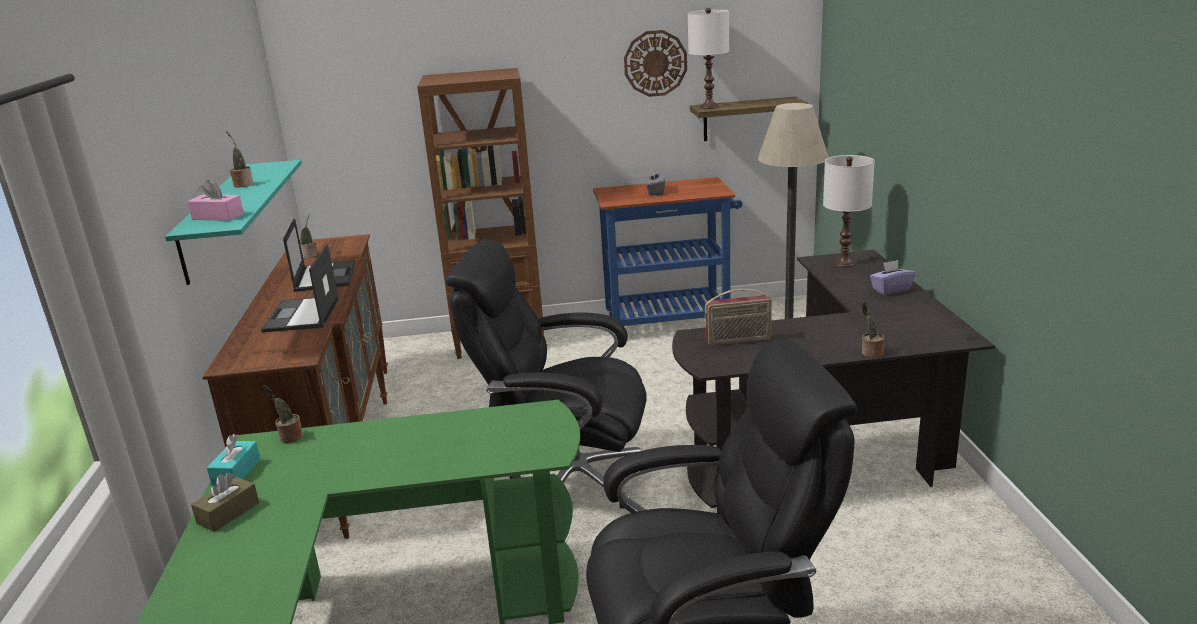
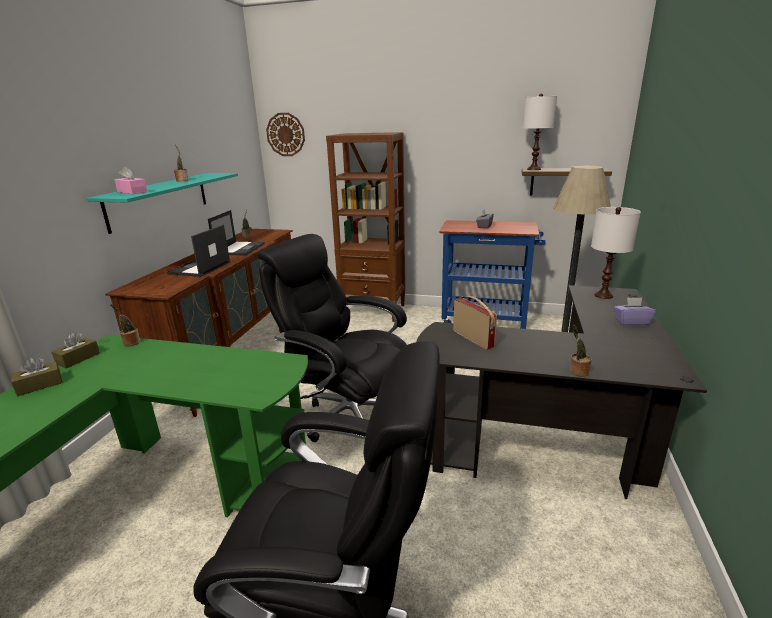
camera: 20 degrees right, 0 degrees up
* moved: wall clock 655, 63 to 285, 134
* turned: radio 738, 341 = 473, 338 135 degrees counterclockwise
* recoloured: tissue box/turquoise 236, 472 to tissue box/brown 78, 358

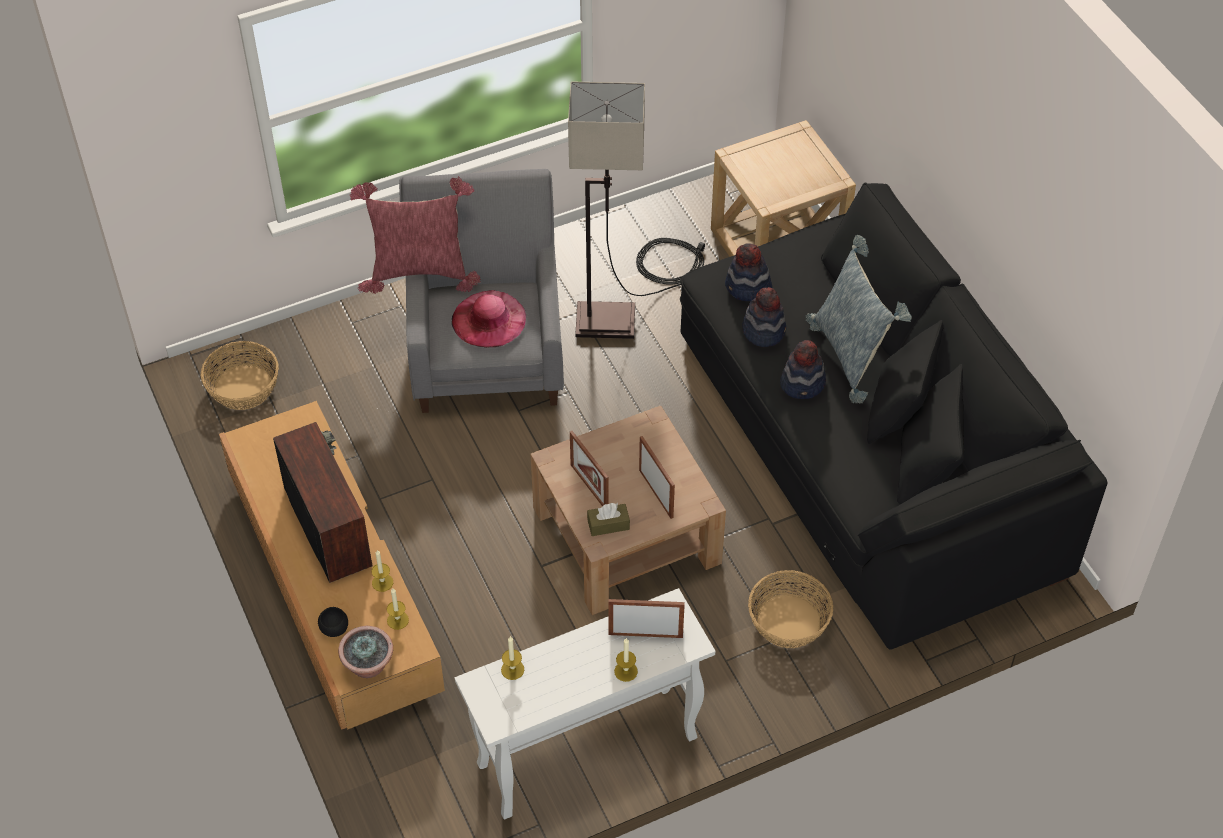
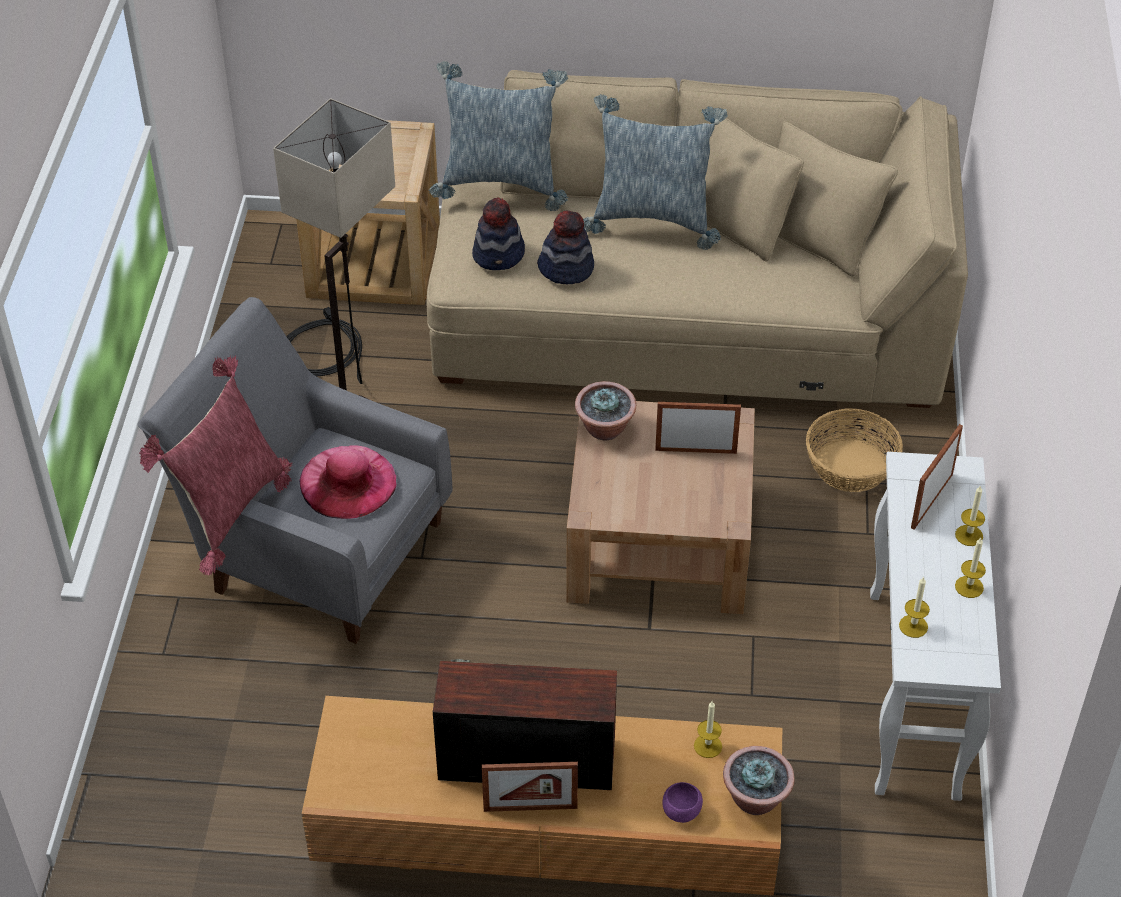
camera: 60 degrees left, 5 degrees down
* recoloured: sofa/black 866, 452 to sofa/beige 686, 319
* removed: hat 803, 383
* removed: basket 243, 387
* moved: picture frame 589, 487 to 530, 808
* removed: tissue box/brown 608, 524
* moved: candle 382, 582 to 969, 587
* recoloured: bowl/black 334, 628 to bowl/purple 681, 811
* added: pillow 501, 190
* added: potted plant 605, 429

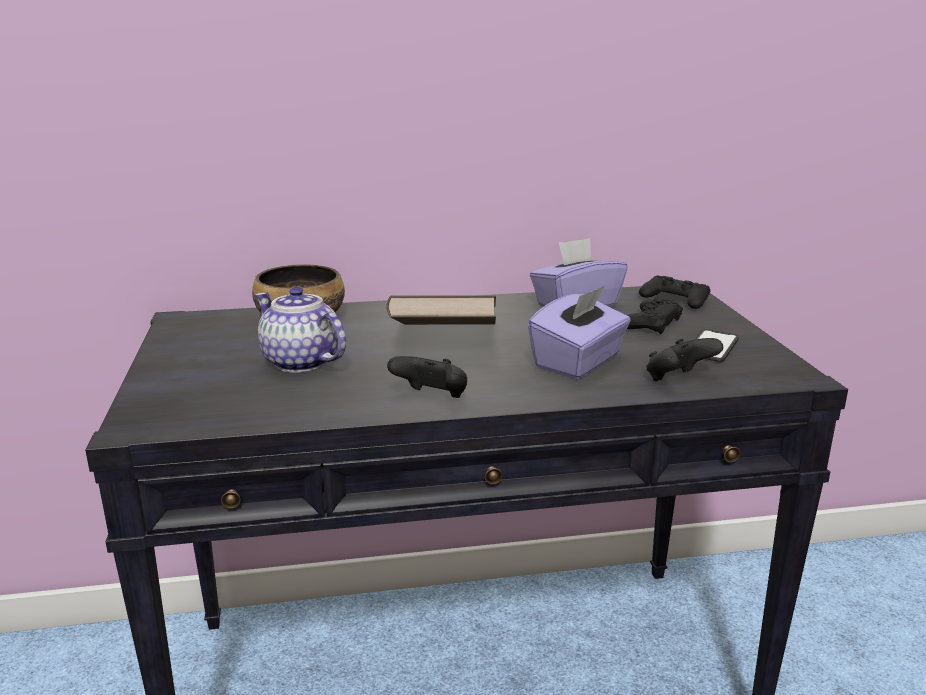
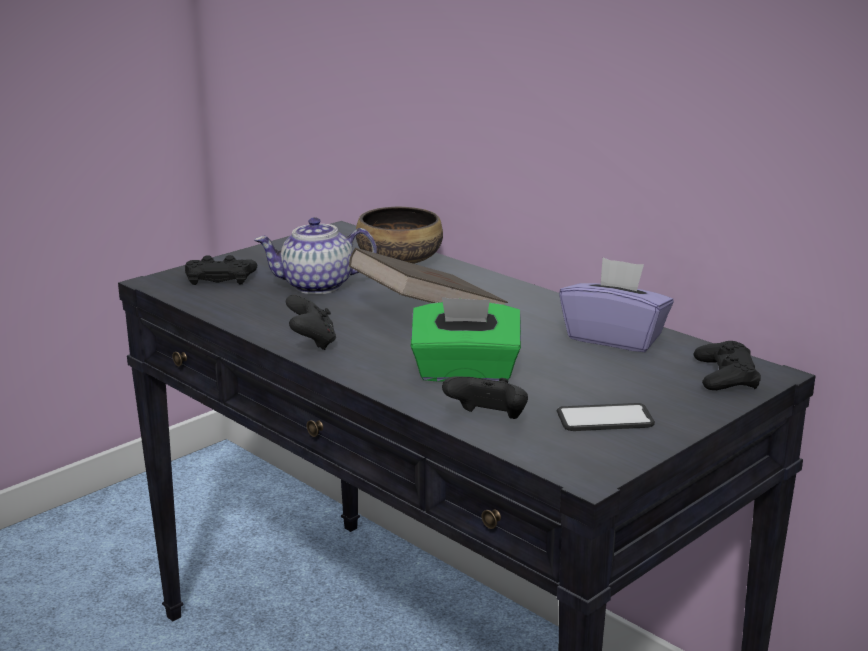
camera: 55 degrees right, 0 degrees up
* turned: teapot 300, 362 = 317, 286 105 degrees counterclockwise
* recoloured: tissue box/purple 578, 362 to tissue box/green 465, 372
* moved: game controller/black 650, 323 to 220, 277

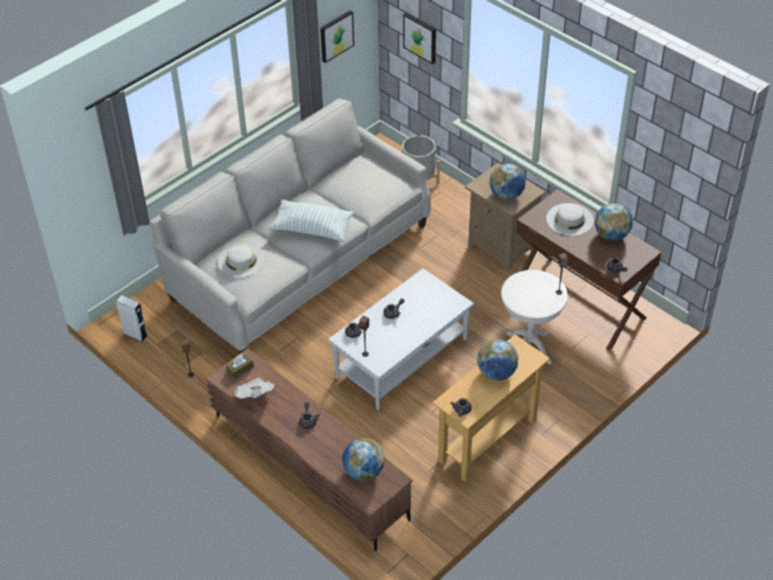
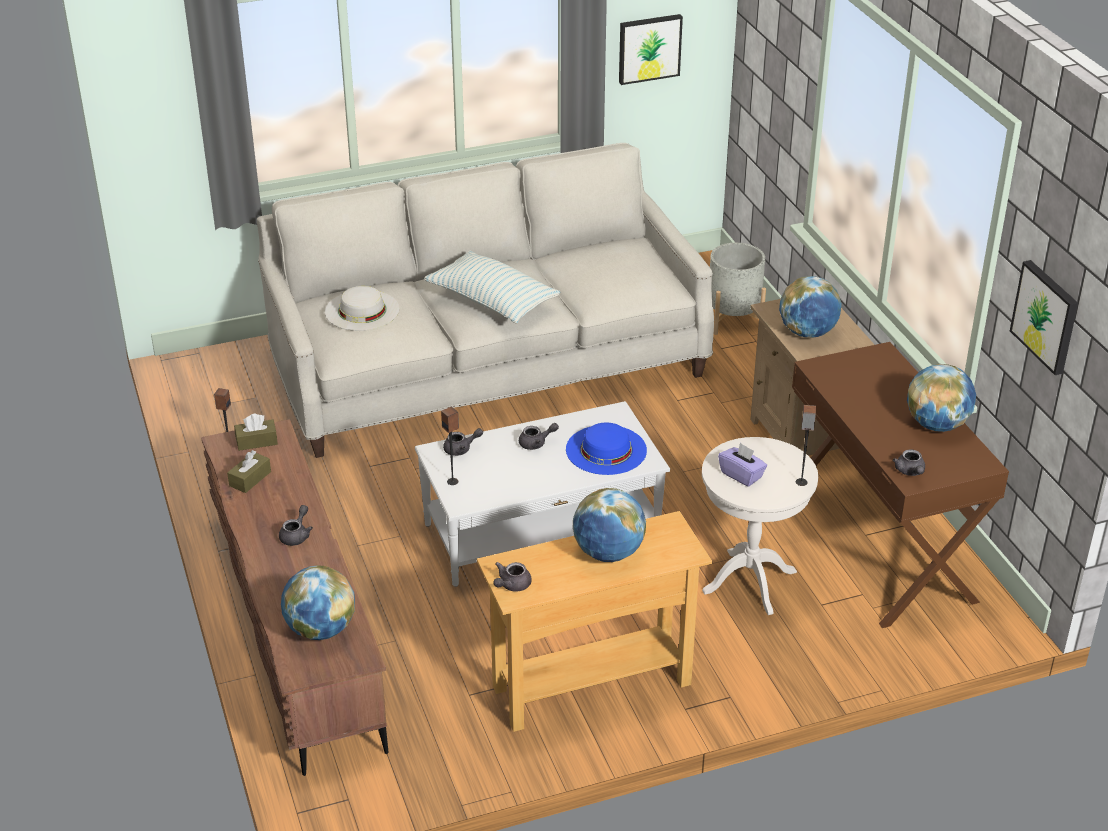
camera: 25 degrees right, 10 degrees down
* moved: picture 420, 37 to 1046, 316
* removed: hat/white 569, 219
* removed: speaker/white 135, 335
* replaced: newspaper 255, 395 to tissue box/brown 250, 479
* added: hat/blue 606, 450
* added: tissue box/purple 741, 475

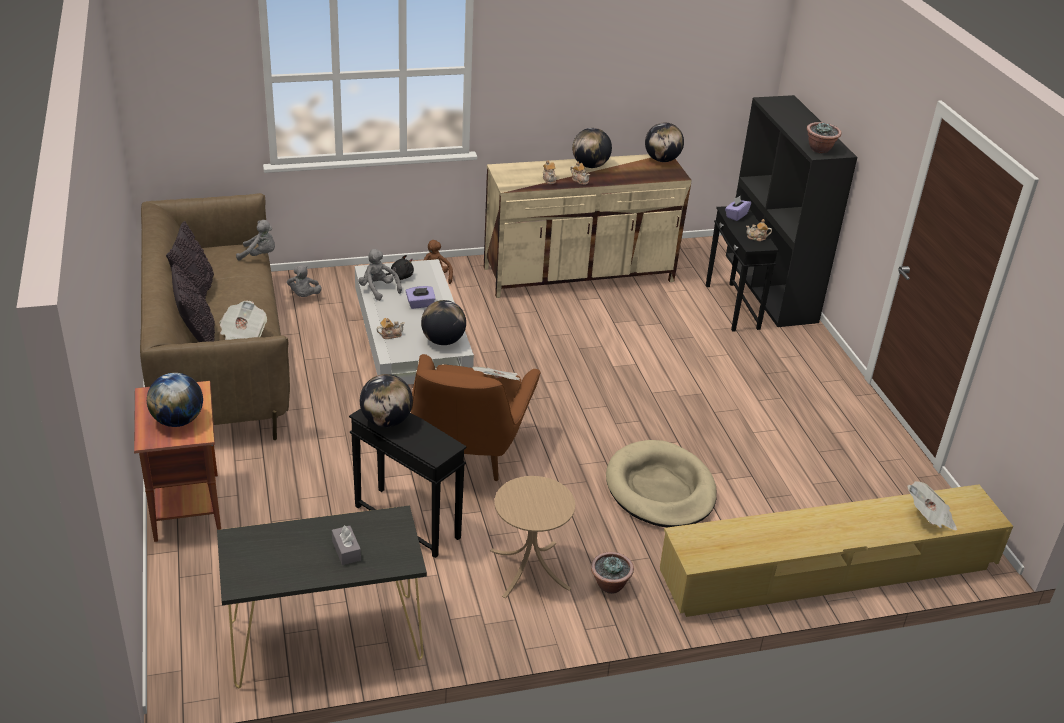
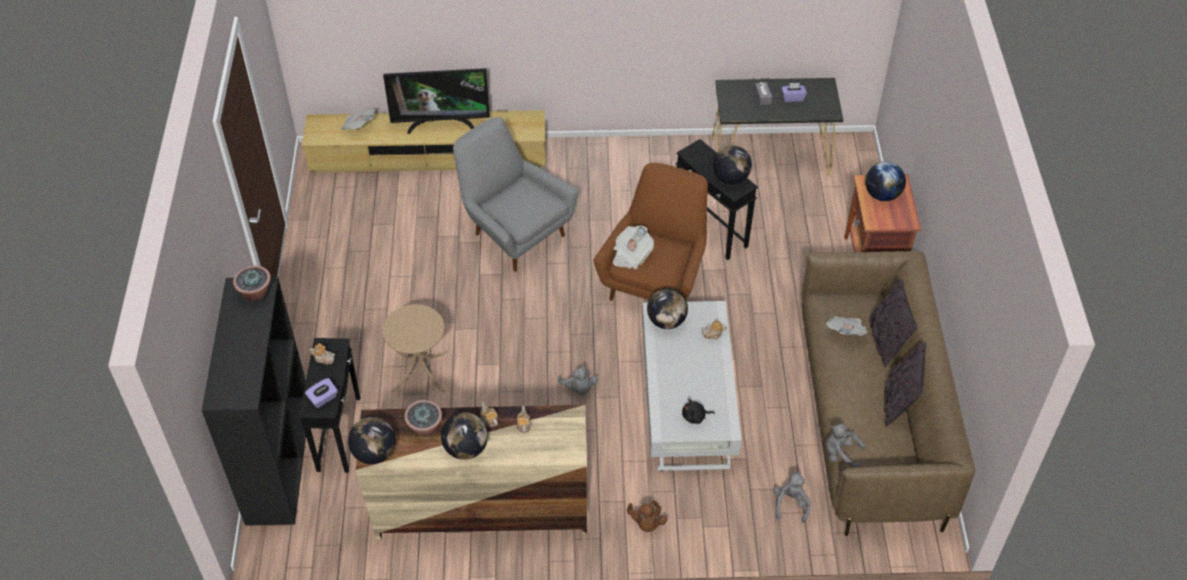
camera: 165 degrees left, 15 degrees up
* moved: plush toy/grey 378, 289 to 579, 388
* moved: tissue box/purple 420, 304 to 792, 98
* replaced: dog bed/beige 660, 489 to armchair/grey 514, 233
* moved: side table/beige 529, 569 to 420, 370
* moved: potted plant 609, 585 to 425, 427
* added: television 441, 123

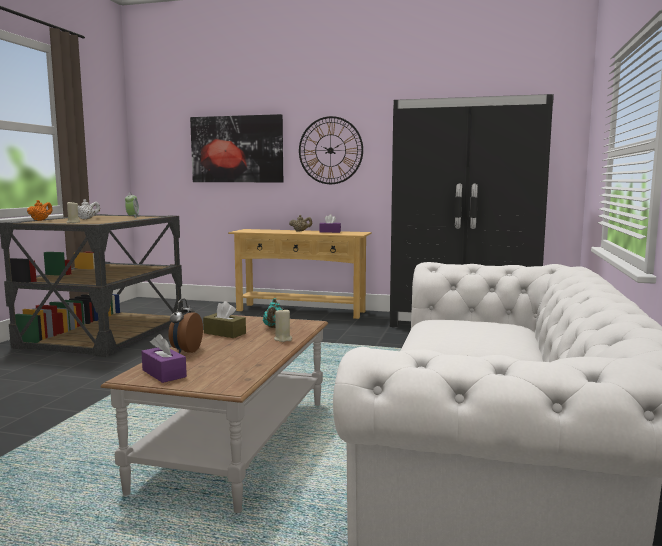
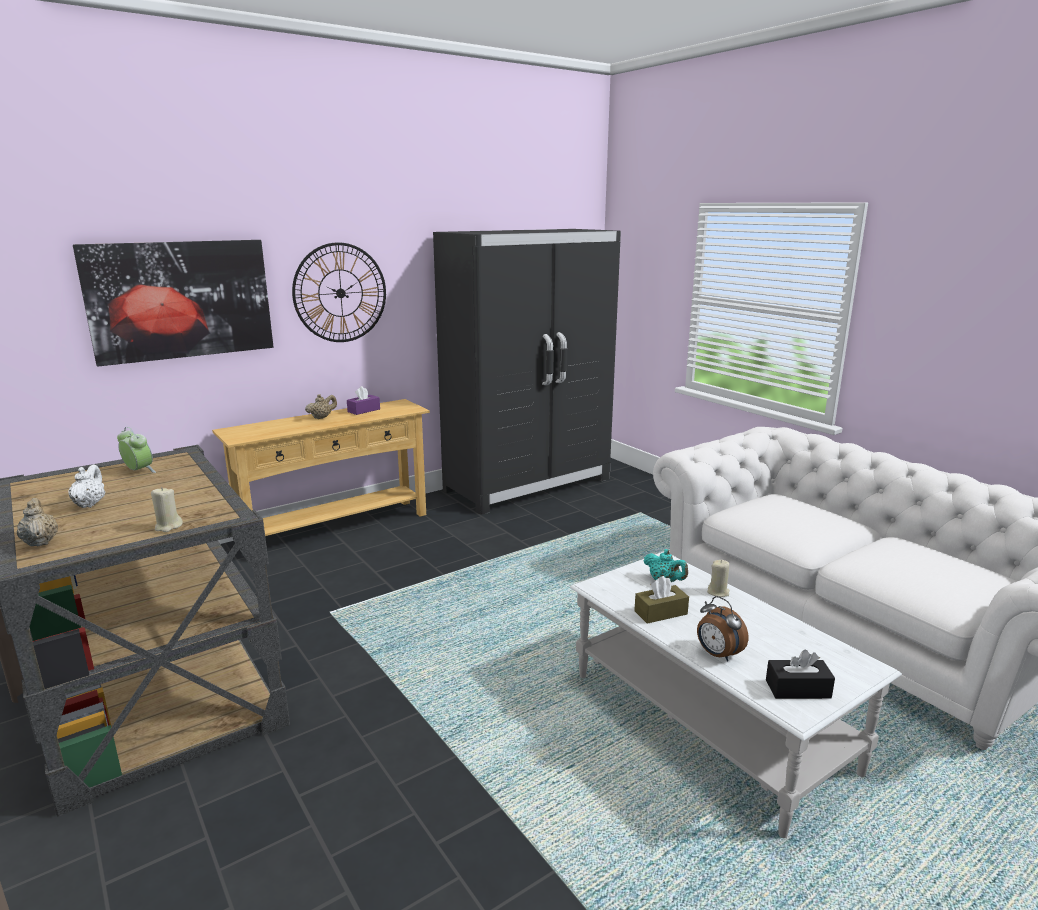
camera: 50 degrees left, 10 degrees up
* recoloured: teapot/orange 40, 220 to teapot/beige 41, 542
* recoloured: coffee table/brown 237, 442 to coffee table/white 709, 721
* recoloured: tissue box/purple 164, 373 to tissue box/black 798, 689

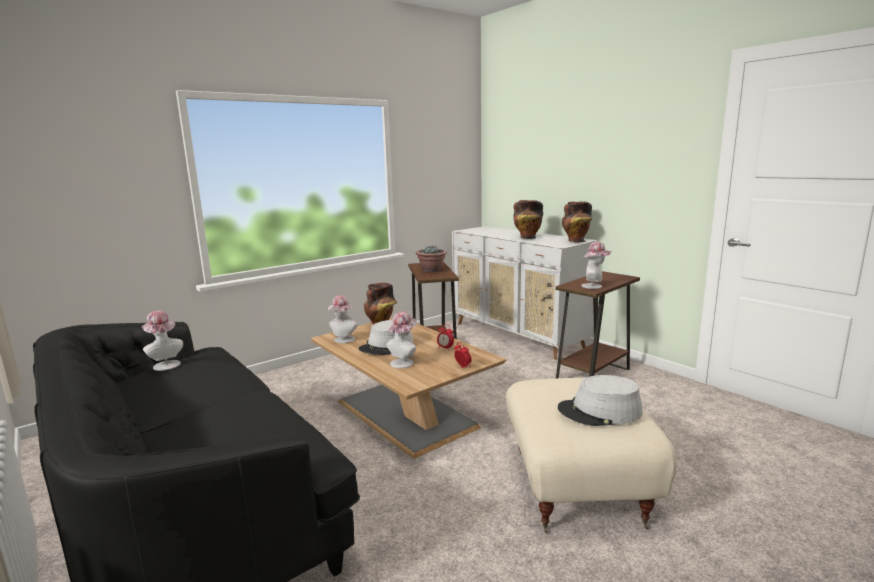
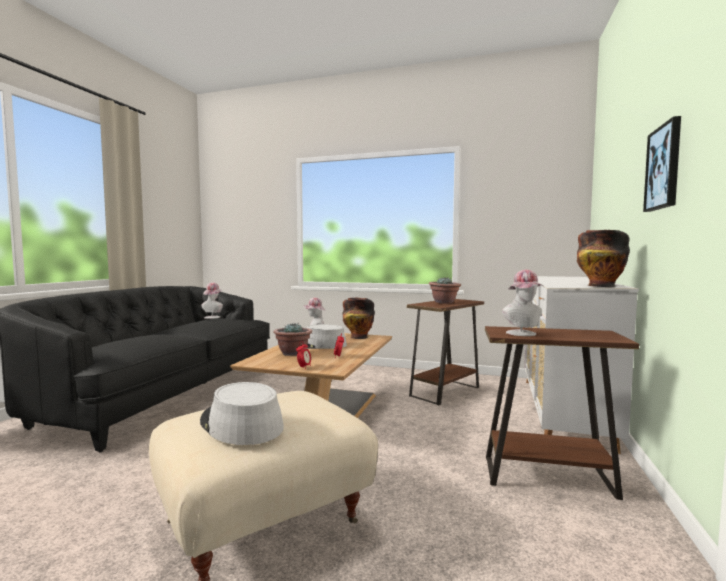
camera: 55 degrees right, 10 degrees down
* removed: vase 527, 237
* replaced: hat 403, 362 to potted plant 293, 353
* added: picture 664, 167

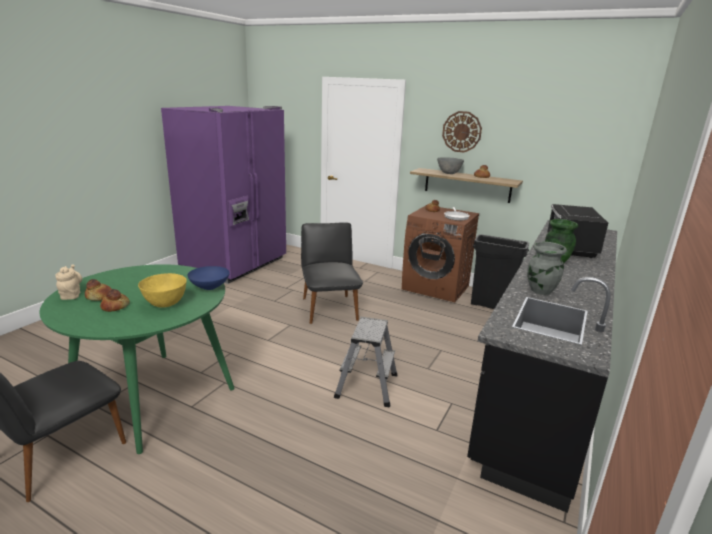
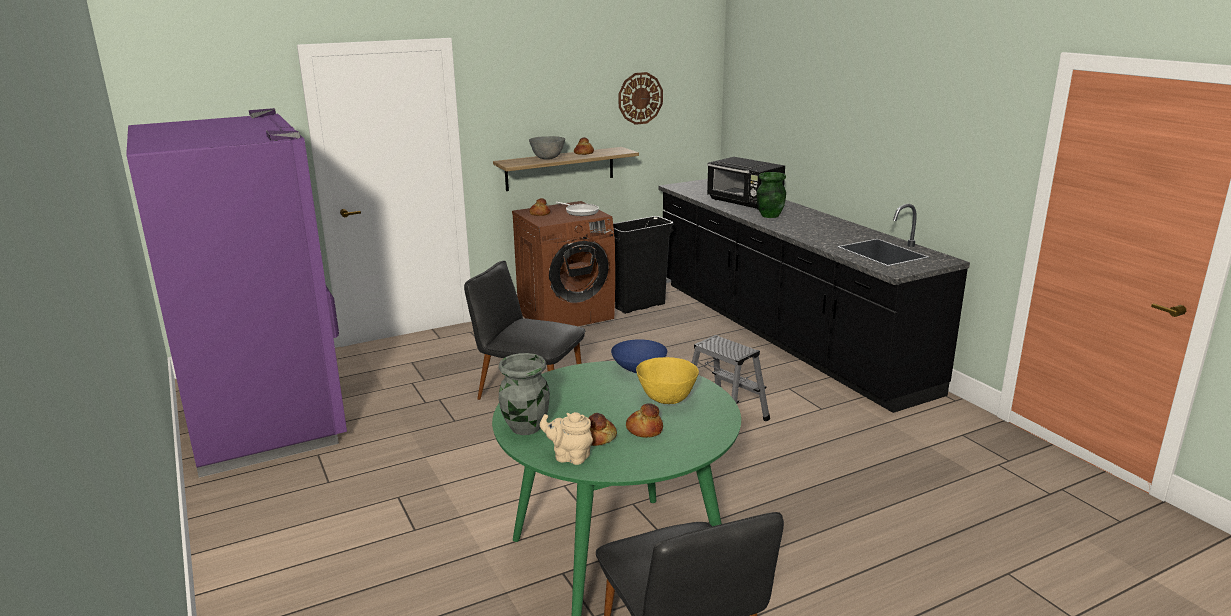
camera: 55 degrees left, 0 degrees up
* moved: wall clock 461, 131 to 640, 98
* moved: vase/grey 540, 291 to 525, 428

